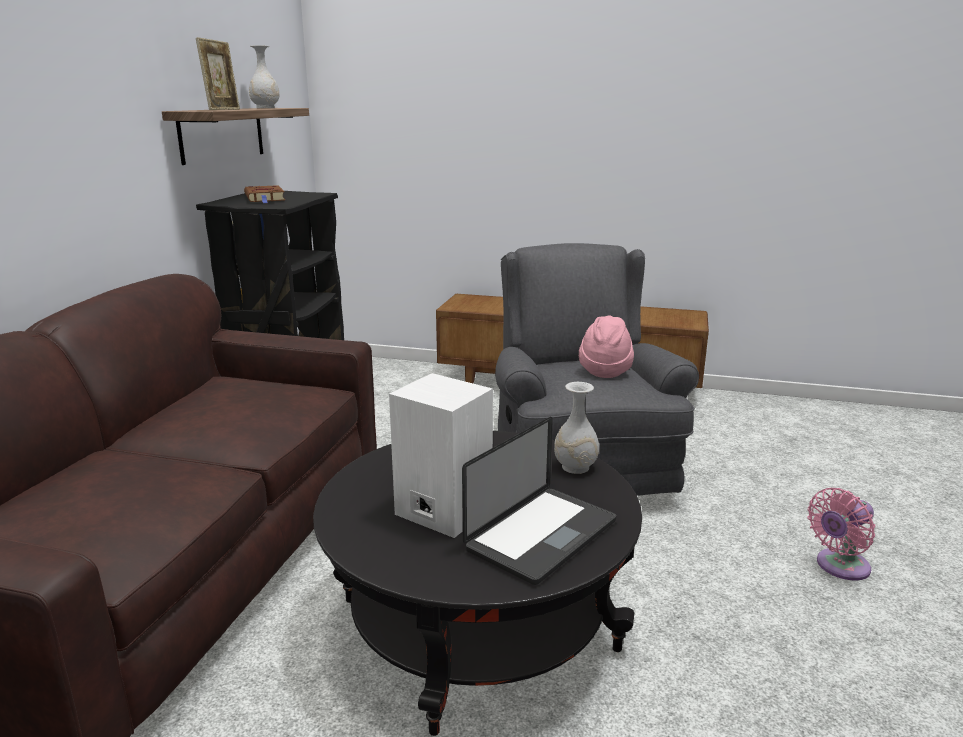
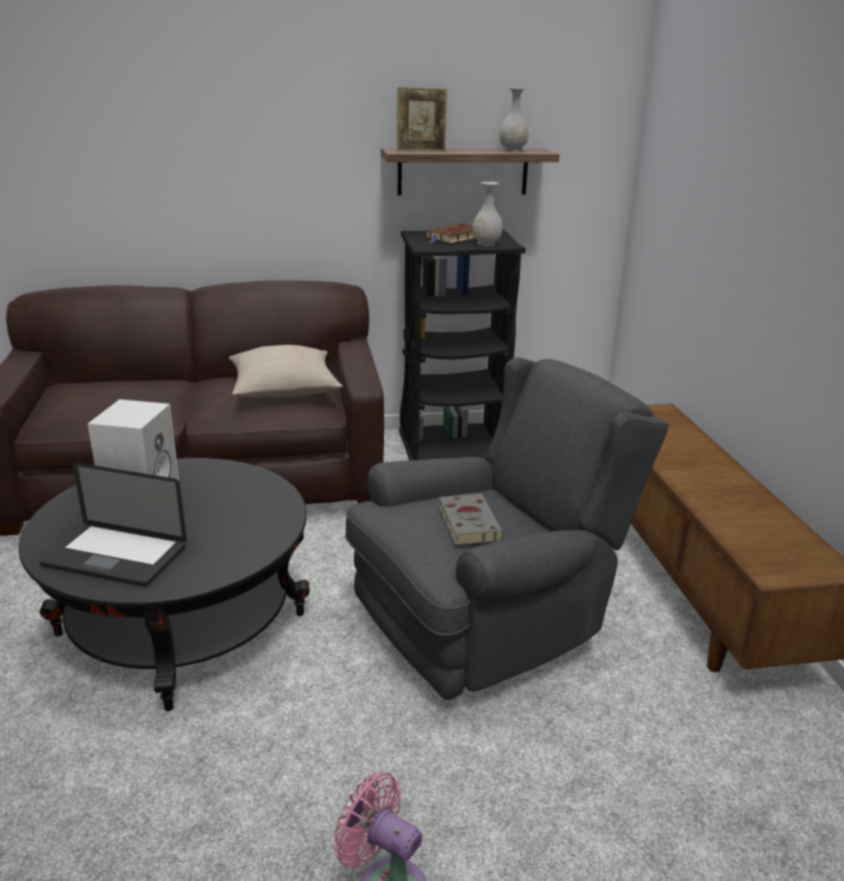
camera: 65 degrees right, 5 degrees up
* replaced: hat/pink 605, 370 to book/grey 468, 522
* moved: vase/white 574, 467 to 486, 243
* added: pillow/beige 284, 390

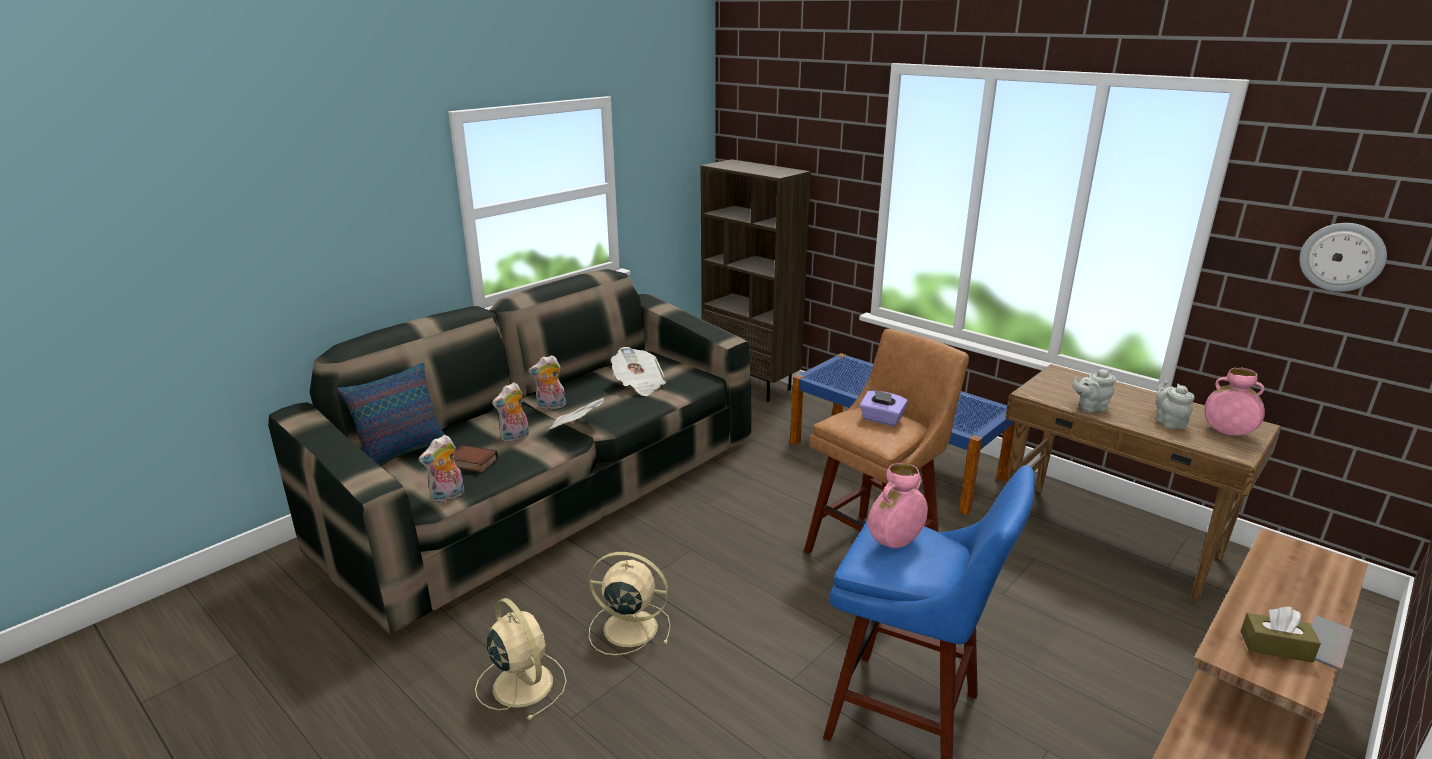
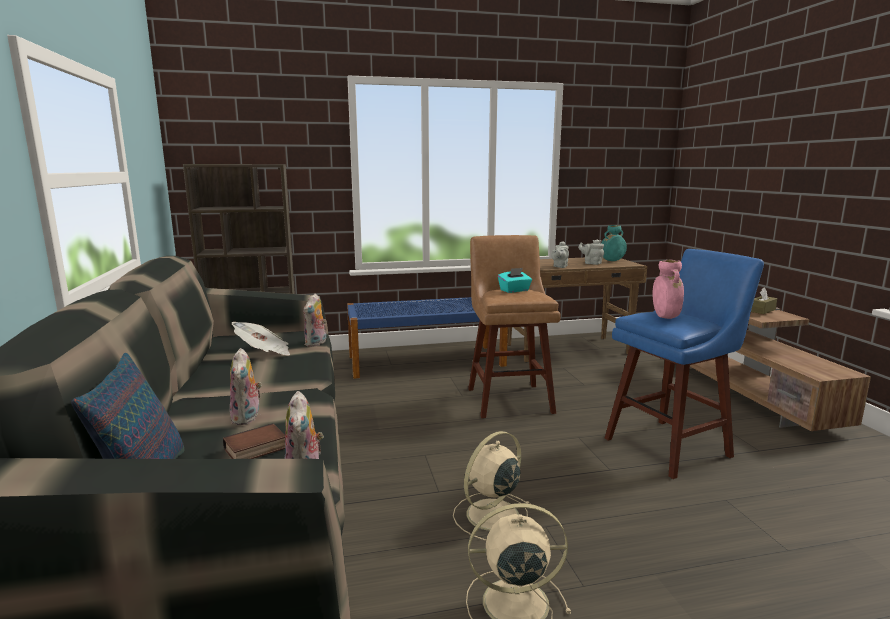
camera: 55 degrees left, 10 degrees down
* removed: wall clock 1342, 257
* moved: plush toy 550, 407 to 316, 343
* recoloured: vase/pink 1227, 432 to vase/turquoise 612, 261
* recoloured: tissue box/purple 881, 419 to tissue box/turquoise 514, 290
* removed: newspaper 576, 428

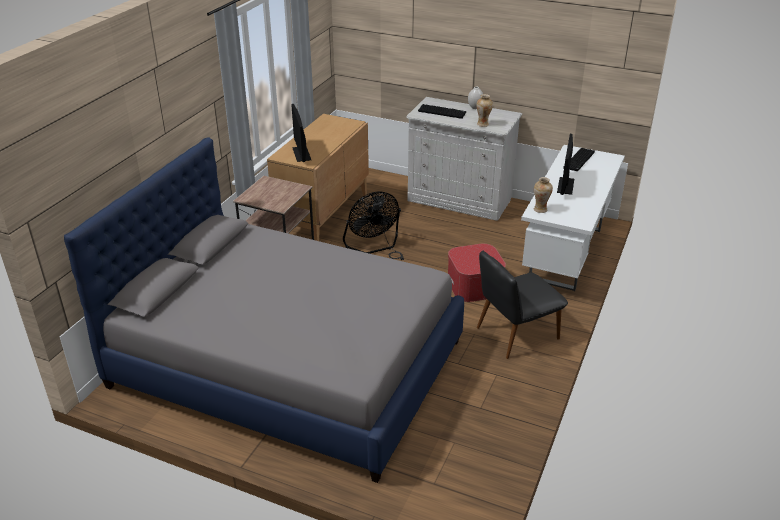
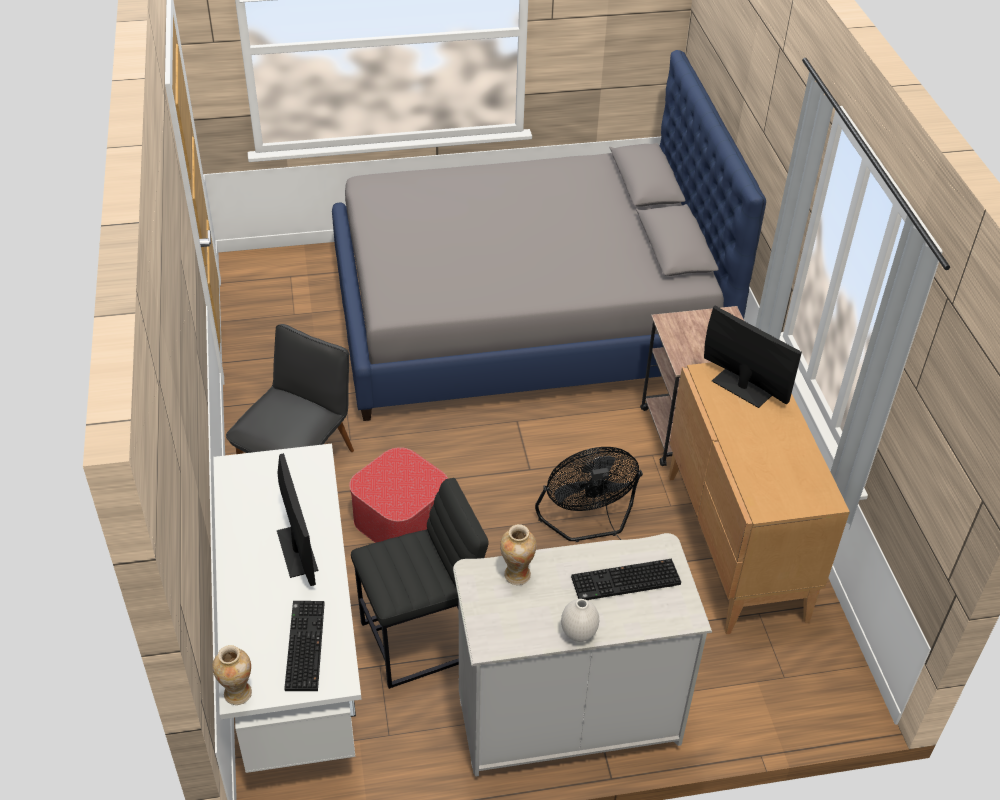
camera: 145 degrees right, 10 degrees up
* moved: vase 540, 209 to 238, 693
* turned: fan/black 378, 246 = 595, 526 135 degrees counterclockwise
* added: chair/black 422, 639

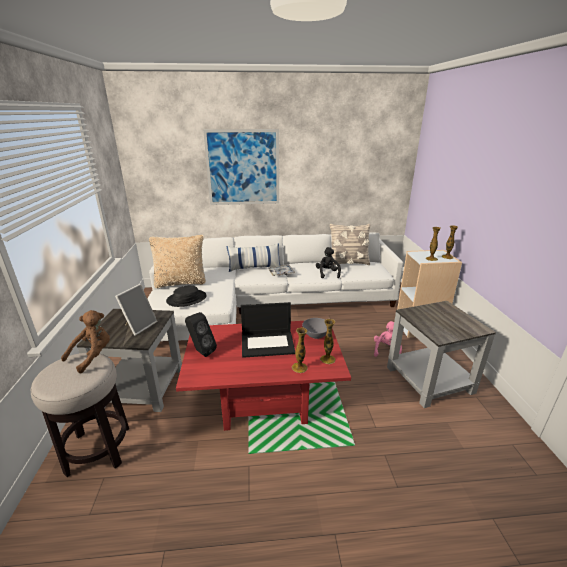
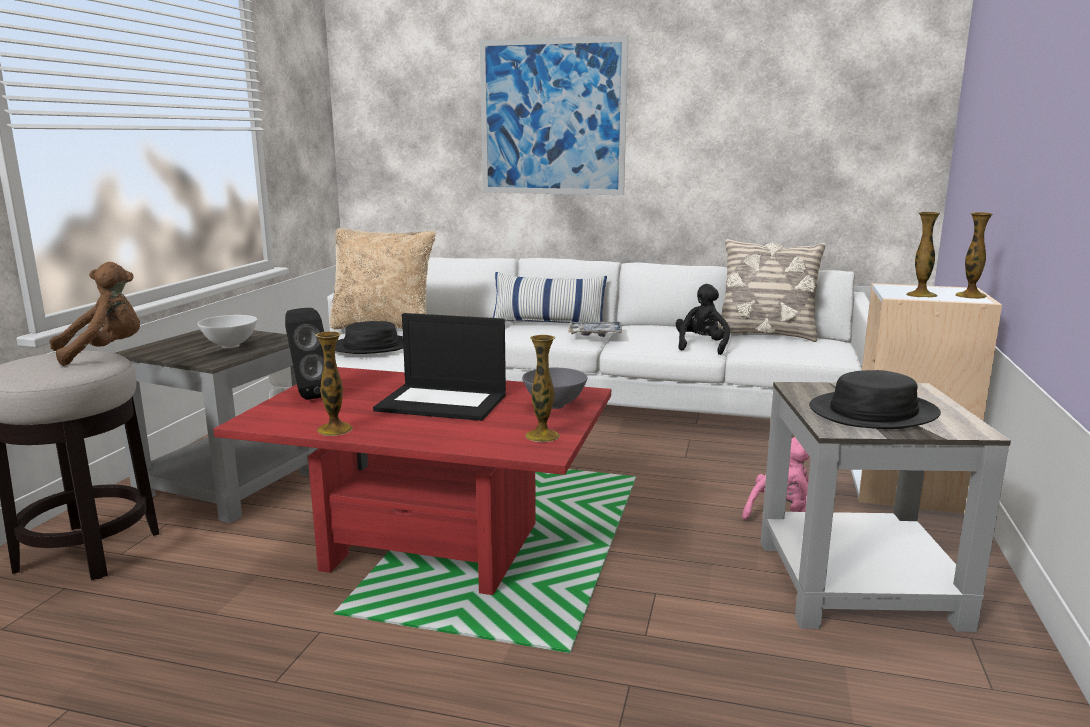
camera: 20 degrees right, 10 degrees down
* replaced: picture frame 139, 326 to bowl/white 231, 346
* moved: vase 299, 367 to 334, 429
* added: hat/black 873, 412

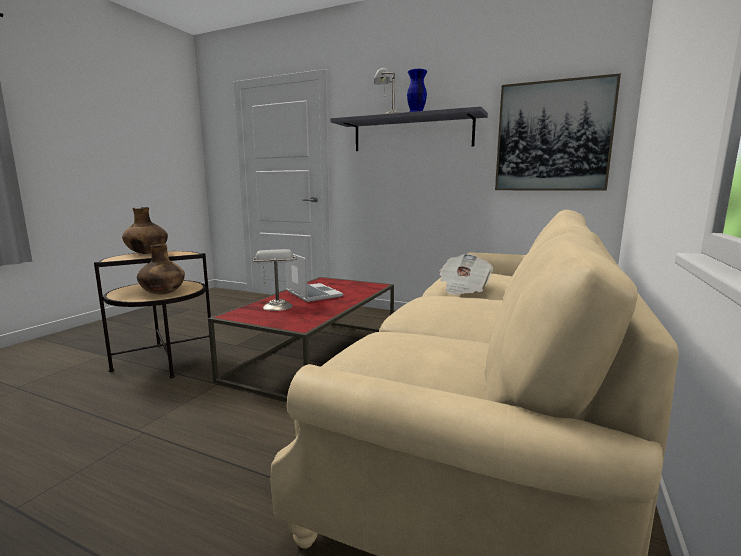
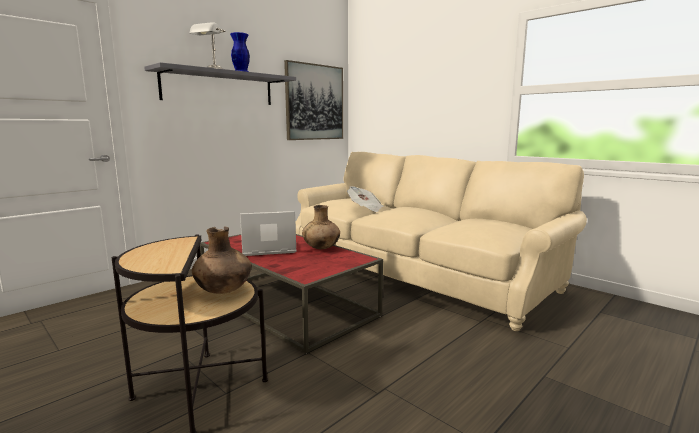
camera: 70 degrees left, 0 degrees up
* moved: vase/brown 147, 253 to 321, 248
* removed: table lamp/white 276, 304

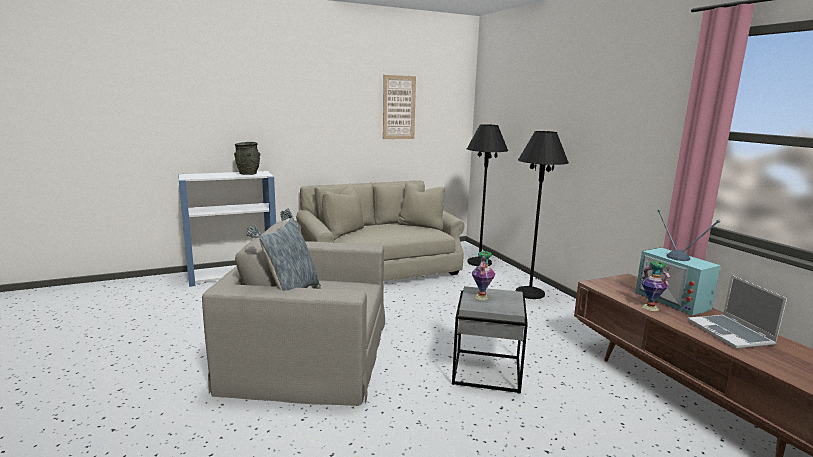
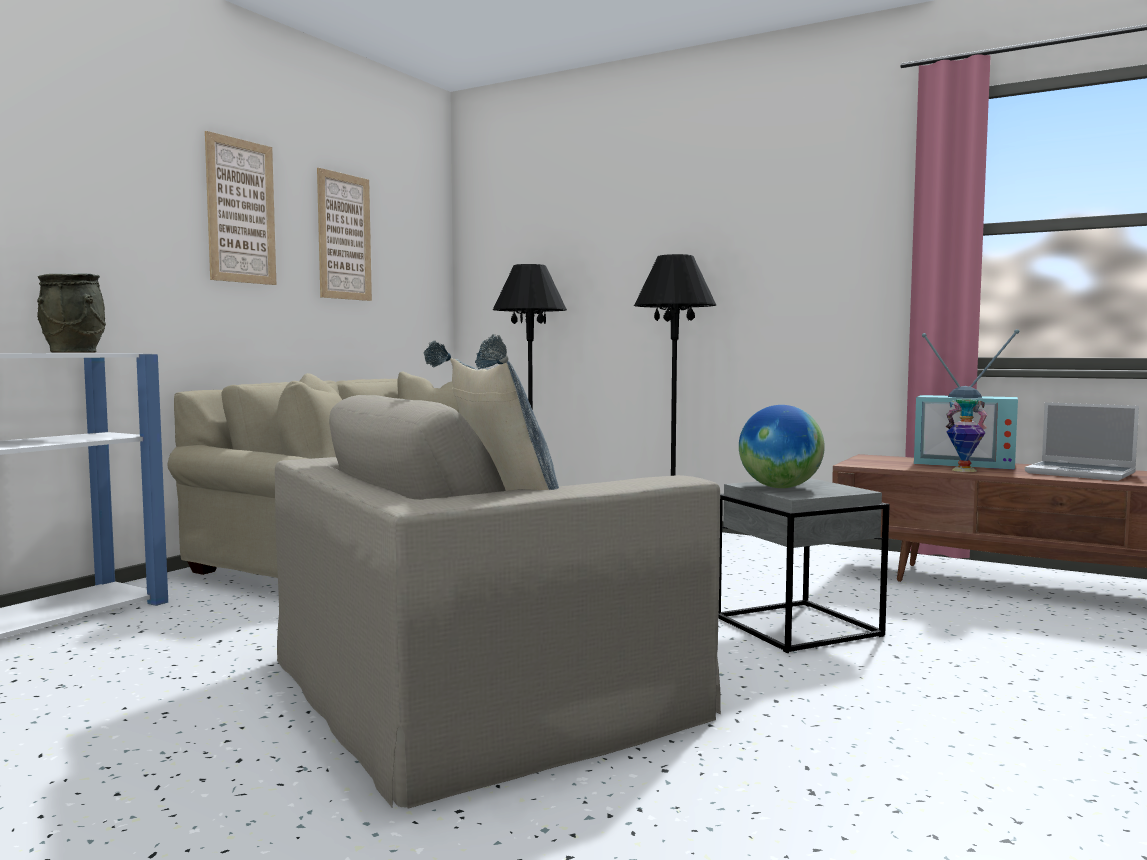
camera: 35 degrees left, 10 degrees down
* replaced: vase 481, 297 to globe 779, 487
* added: picture 241, 211

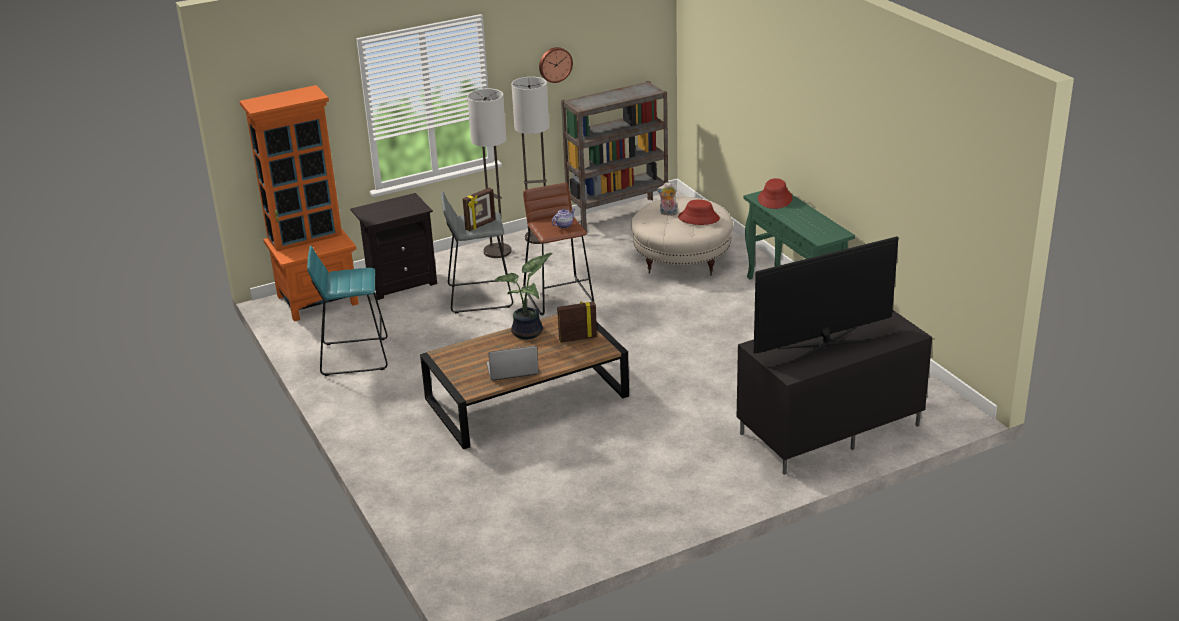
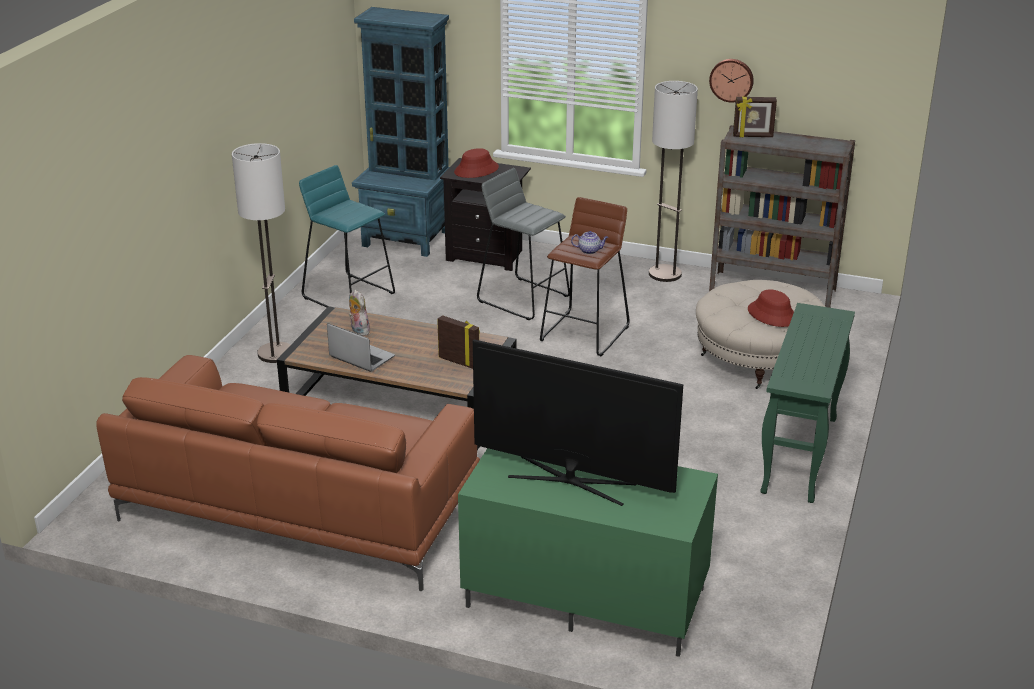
camera: 45 degrees right, 0 degrees up
* recoloured: cabinet/orange 318, 300 to cabinet/blue 406, 239
* moved: floor lamp 497, 251 to 275, 353
* moved: hat/red 775, 199 to 476, 170
* moved: plush toy 668, 213 to 358, 331
* moved: picture frame 481, 225 to 753, 136
* removed: potted plant 529, 333
* recoloured: tv stand/black 829, 431 to tv stand/green 583, 598
* added: sofa/brown 300, 508

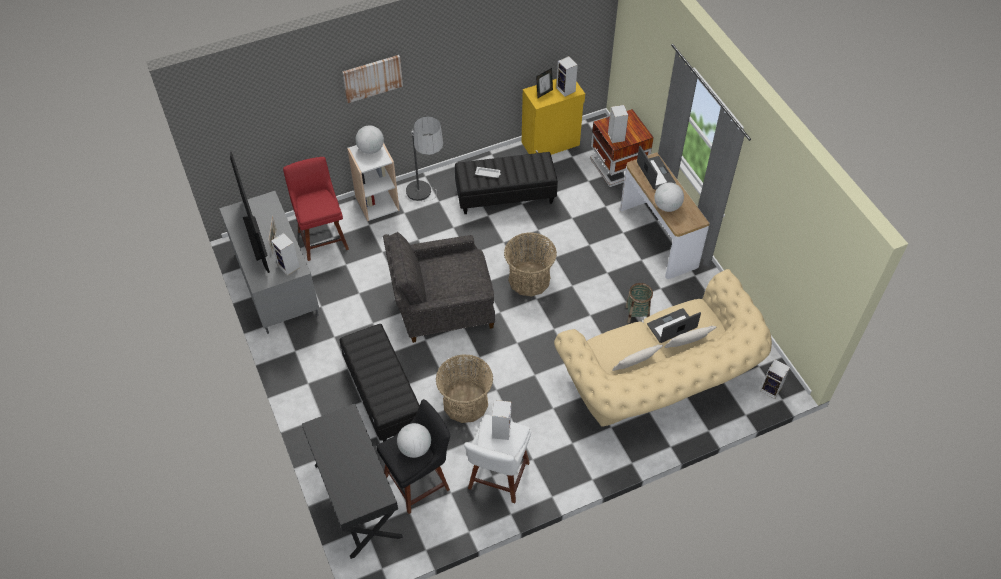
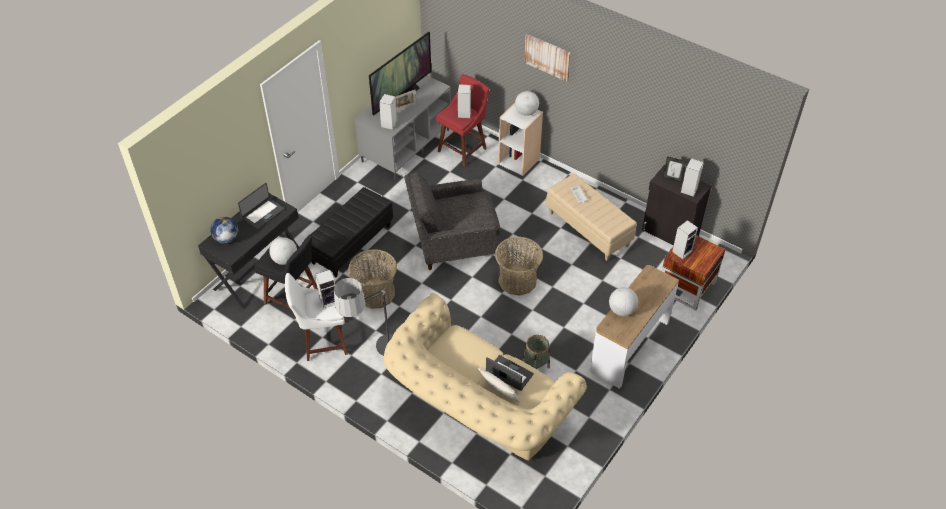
camera: 60 degrees right, 5 degrees down
* recoloured: cabinet/yellow 551, 144 to cabinet/black 670, 233
* moved: floor lamp 427, 206 to 376, 361
* moved: laptop 655, 173 to 262, 213
* recoloured: ottoman/black 505, 196 to ottoman/beige 589, 229
* turned: armchair/grey 442, 305 = 453, 240 60 degrees counterclockwise
* removed: pillow/white 635, 365
* moved: speaker 771, 389 to 464, 114
* added: globe 226, 239

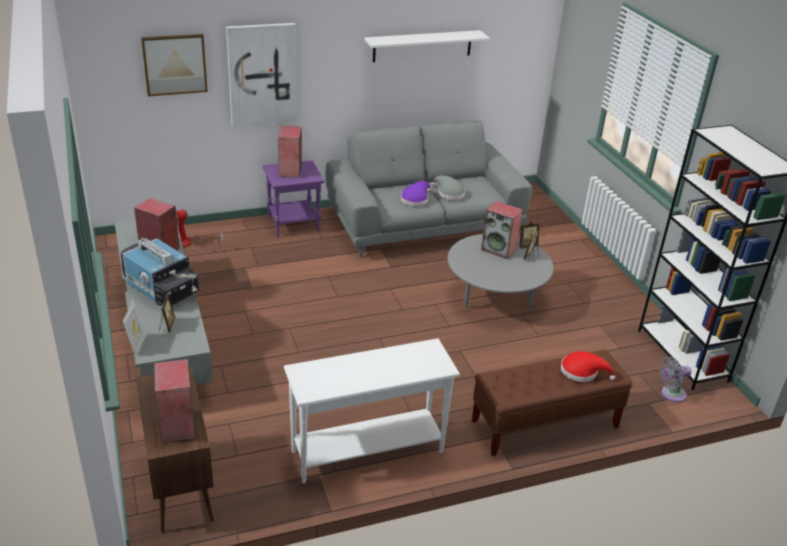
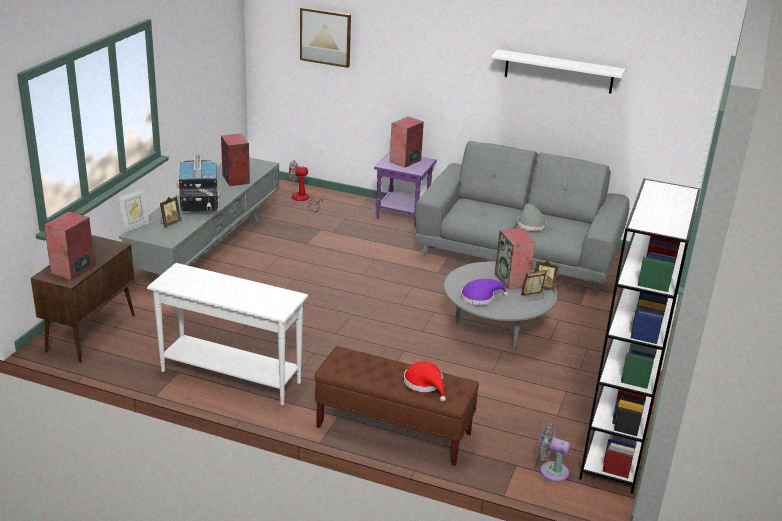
camera: 40 degrees right, 5 degrees down
* removed: picture 262, 74
* moved: hat/purple 415, 199 to 480, 297

